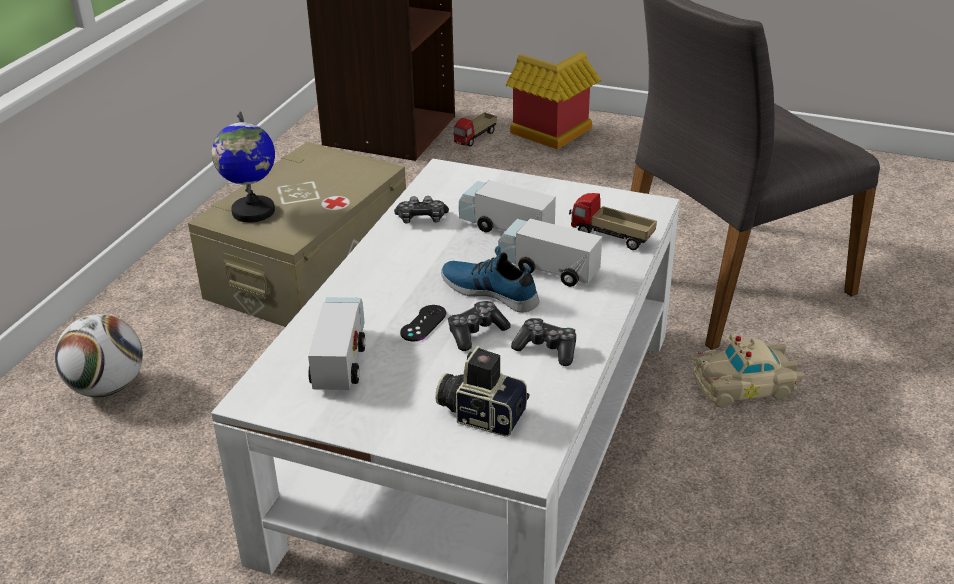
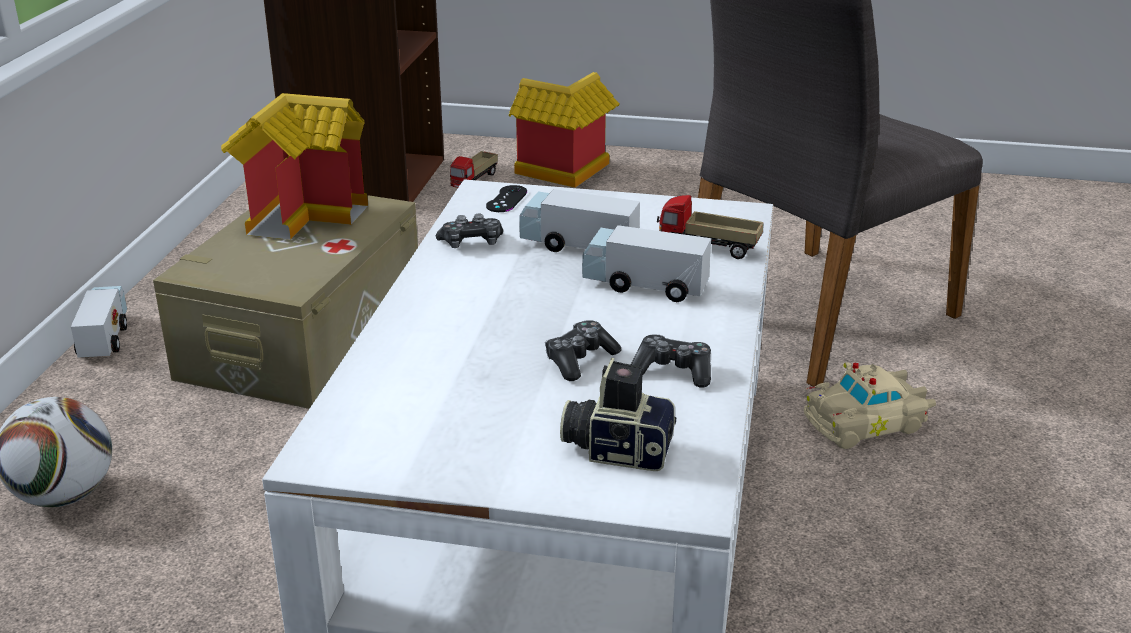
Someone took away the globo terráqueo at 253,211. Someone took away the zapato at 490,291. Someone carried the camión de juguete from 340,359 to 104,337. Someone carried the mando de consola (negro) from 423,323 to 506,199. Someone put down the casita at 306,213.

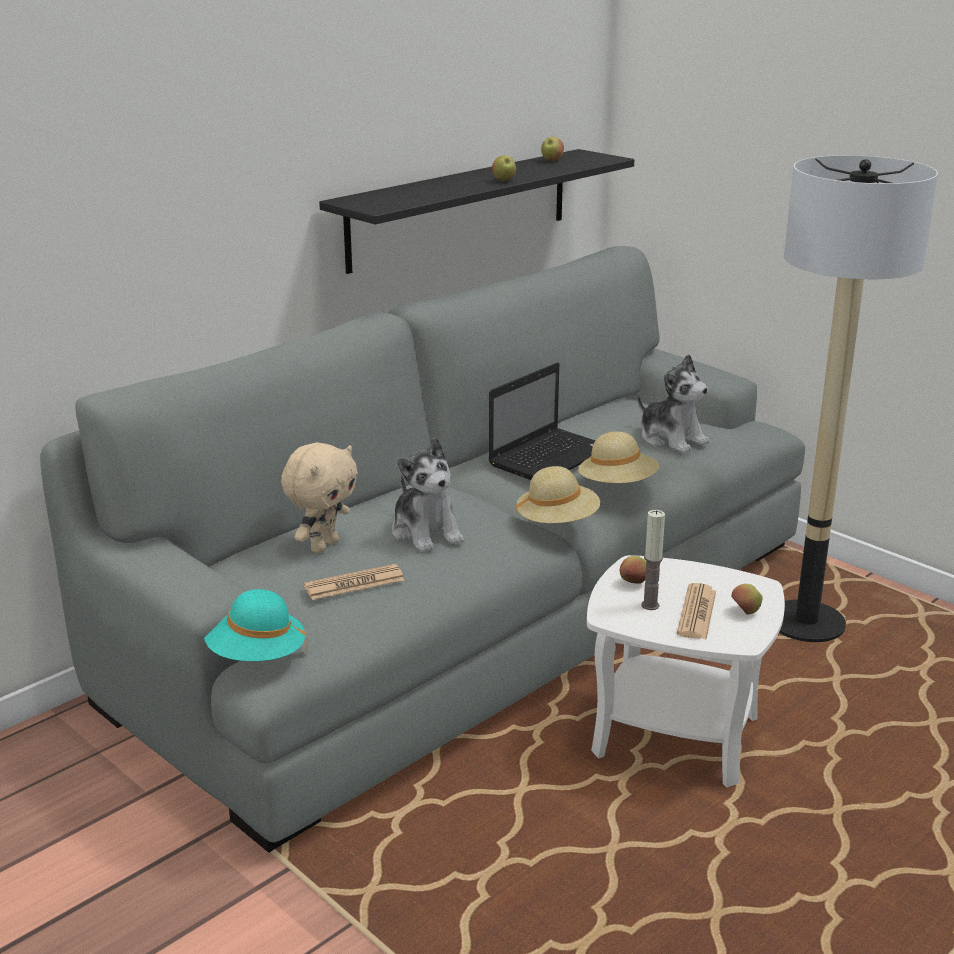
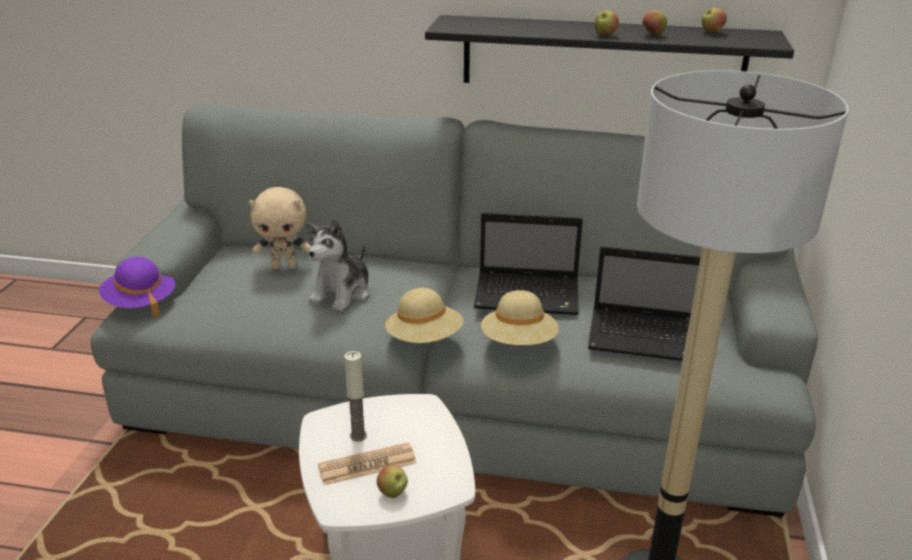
Someone swapped the peluche at 671,439 for the portátil at 648,337. Someone carried the manzana from 633,583 to 653,35. Someone took away the periódico at 354,583. Someone repainted the sombrero (turquesa) at 256,656, which became the sombrero (morado) at 140,302.

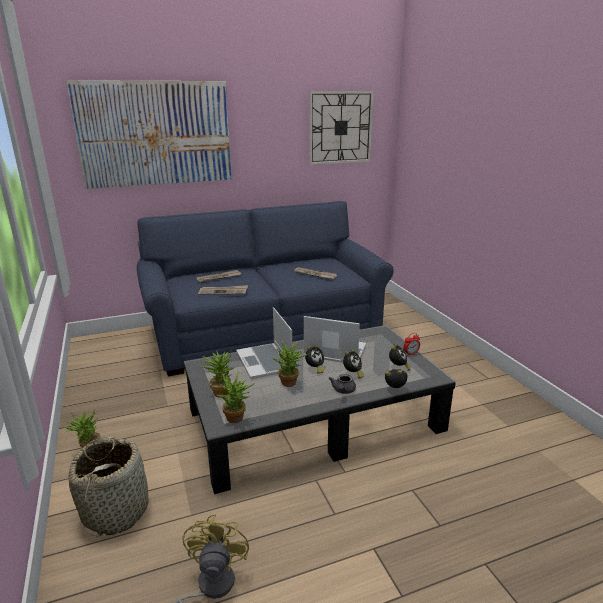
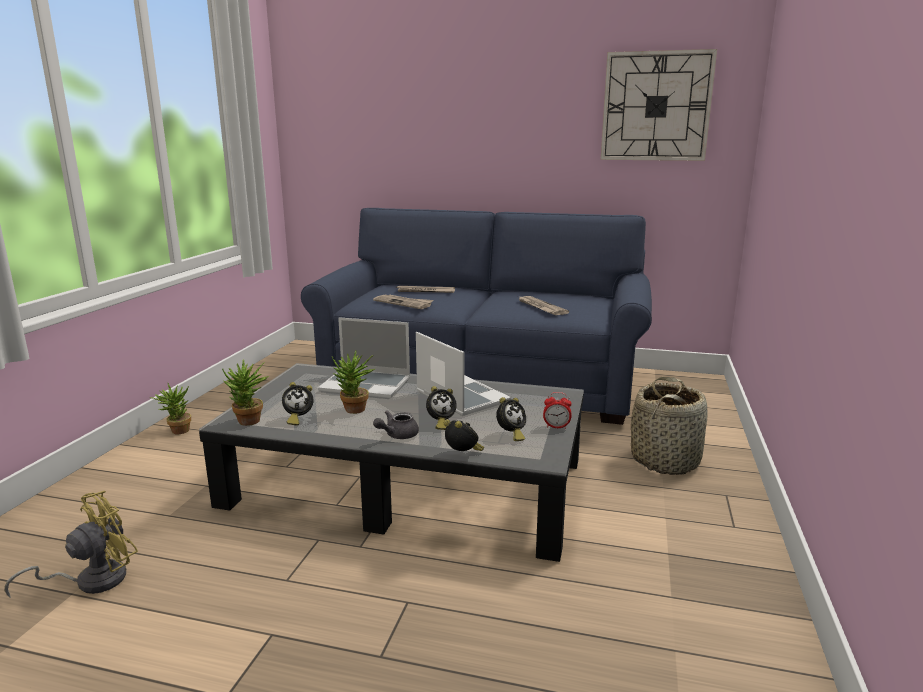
Someone took away the cuadro at 155,134. Someone rotated the portátil at 265,362 by 90 degrees counterclockwise. Someone carried the despertador from 314,369 to 298,419. Someone took away the planta en maceta at 220,391. Someone carried the cesta from 116,510 to 665,460.

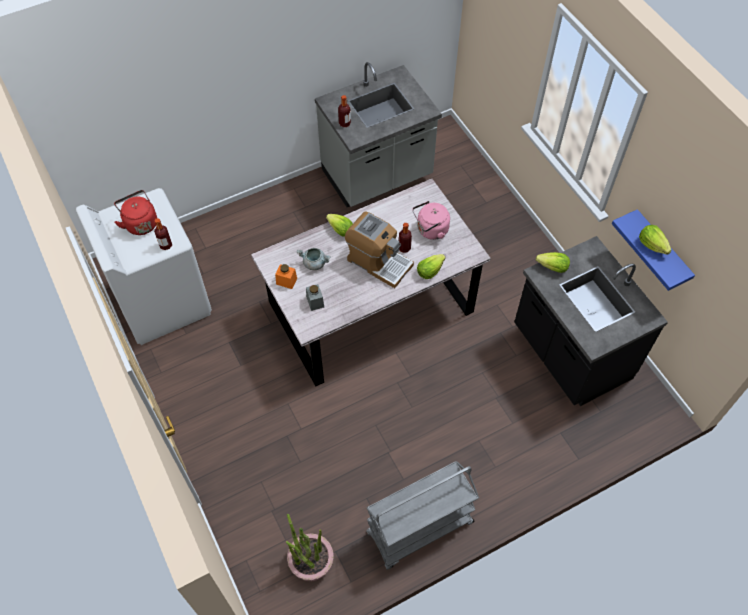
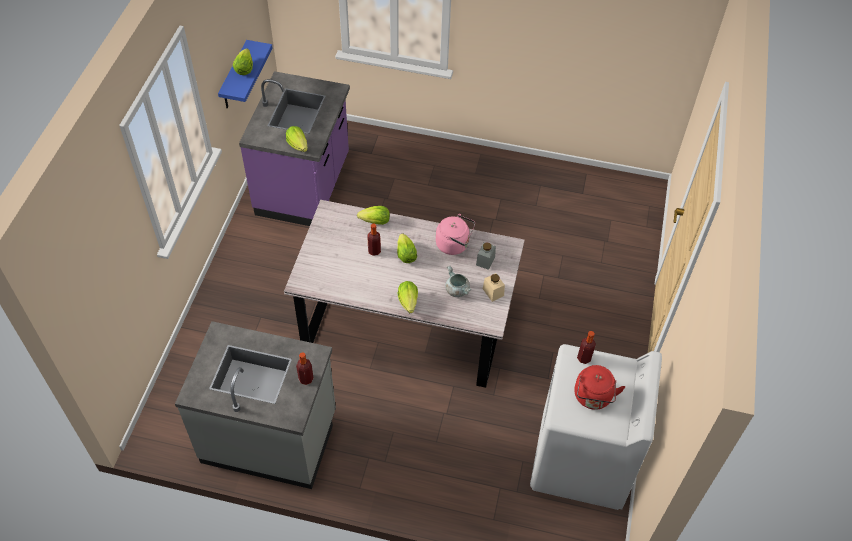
Someone carried the hervidor (rosa) from 430,230 to 454,244. Someone swapped the cafetera at 378,262 for the lechuga at 405,255. Someone repainted the mueble bajo de cocina (negro) at 570,354, which became the mueble bajo de cocina (morado) at 304,186. Someone repainted the tarro (naranja) at 286,281, which became the tarro (beis) at 493,292. Someone took away the carrito (gris) at 419,529. Someone took away the planta en maceta at 311,561.

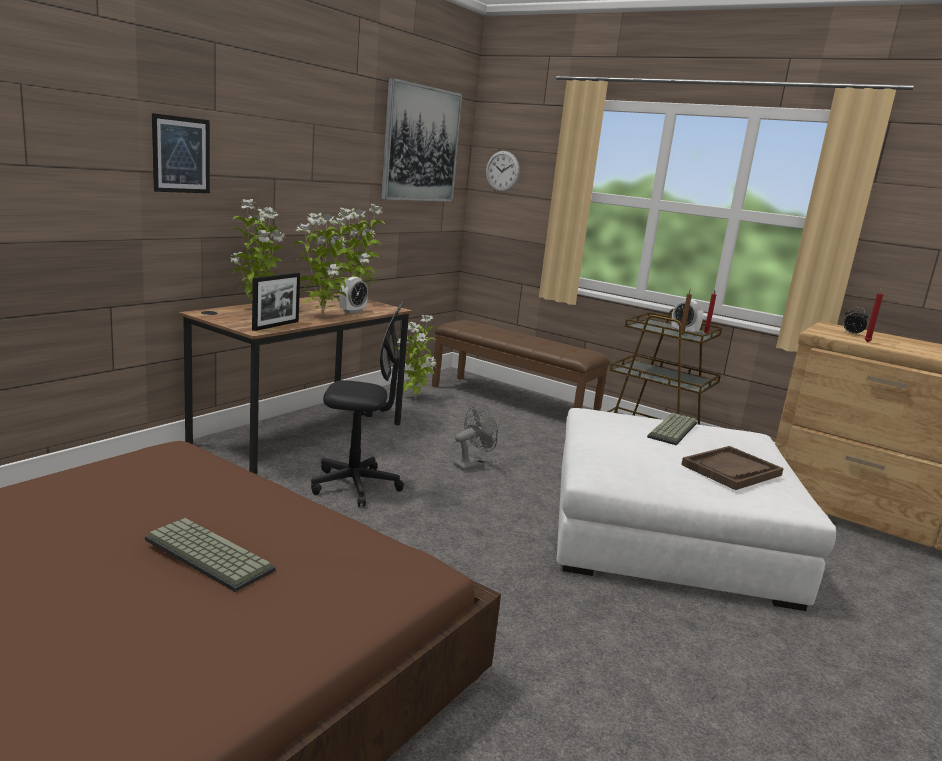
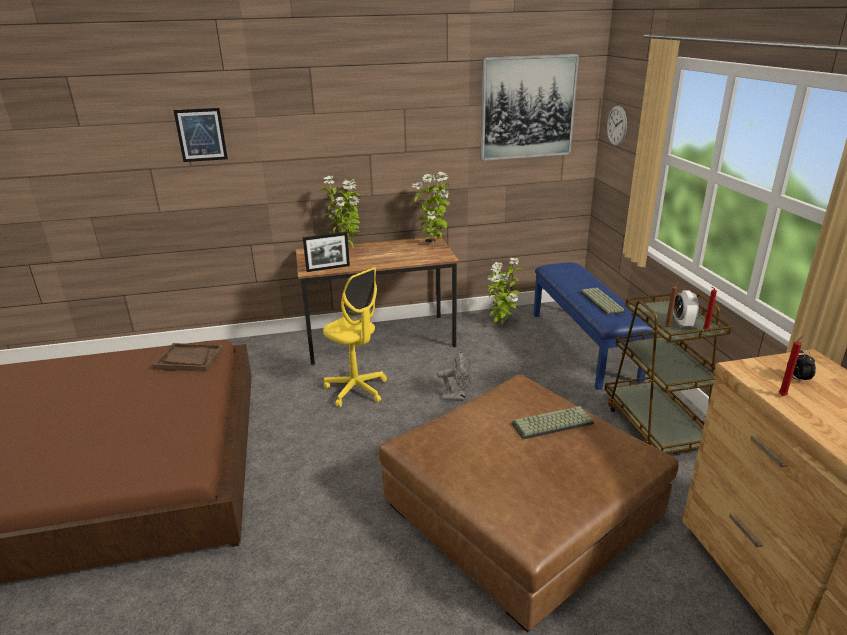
Someone carried the cuadro from 181,155 to 201,135. Someone took away the planta en maceta at 322,317. Someone took away the despertador at 352,311. Someone repainted the silla de oficina (negro) at 355,486, which became the silla de oficina (amarillo) at 356,390. Someone repainted the banco (marrón) at 513,402, which became the banco (azul) at 584,346. Someone repainted the puf (blanco) at 666,533, which became the puf (marrón) at 521,510. Someone carried the bandeja (marrón) from 731,470 to 189,359. Someone carried the teclado from 205,555 to 600,302.

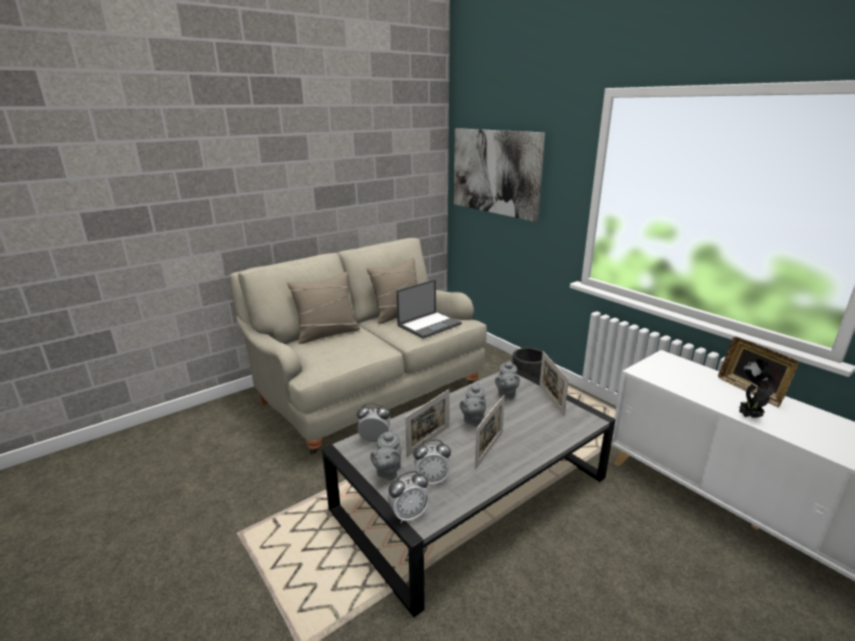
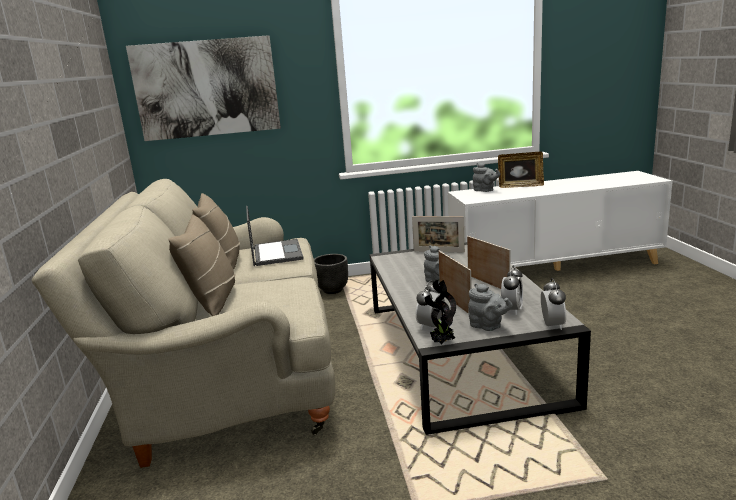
Someone carried the planta en maceta from 748,417 to 442,342. Someone carried the tetera (gris) from 506,394 to 485,190.

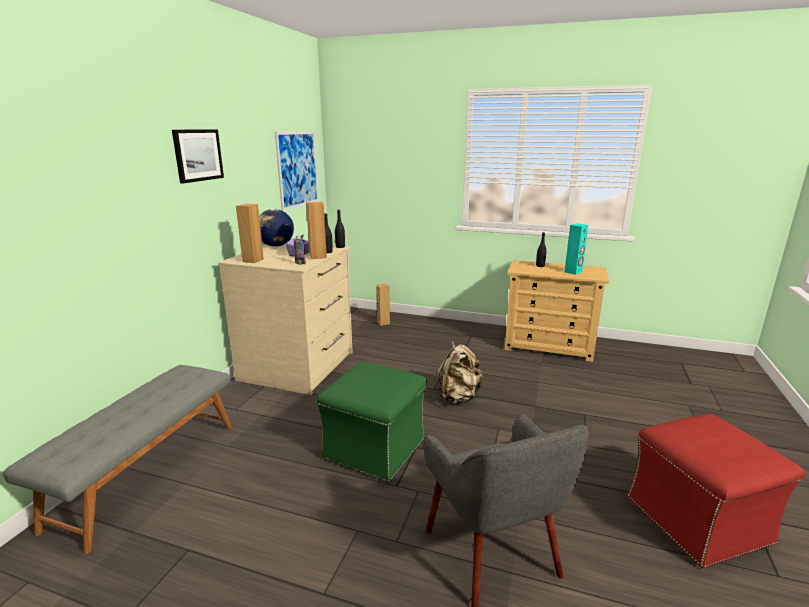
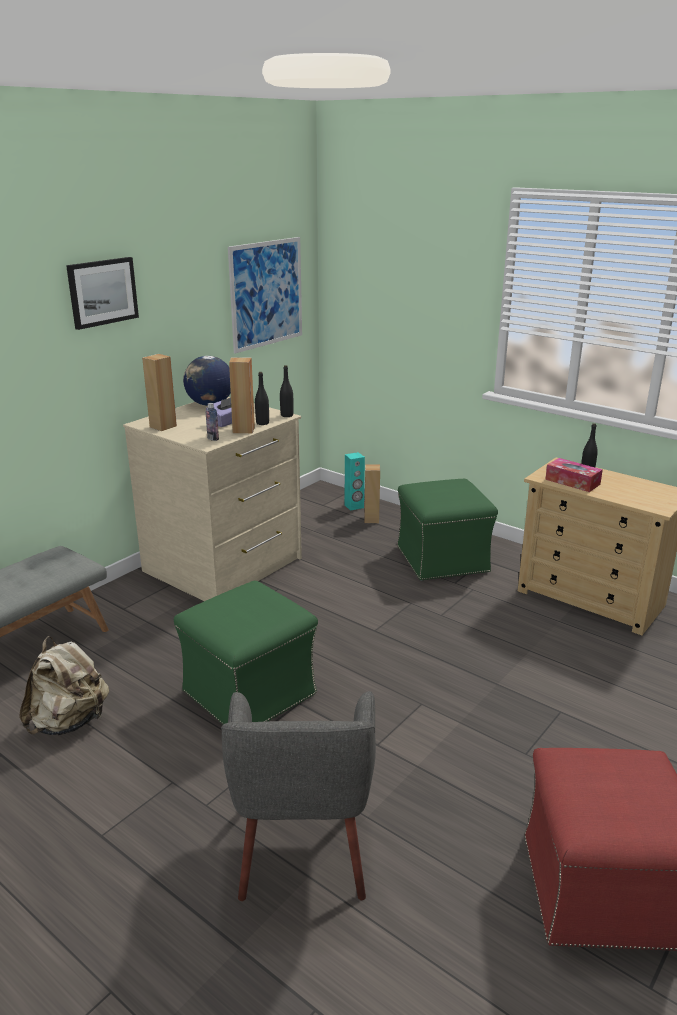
Someone carried the altavoz (turquesa) from 573,272 to 354,506. Someone carried the mochila (beis) from 458,397 to 69,722. Someone put down the caja de pañuelos at 572,482. Someone put down the puf (verde) at 442,560.

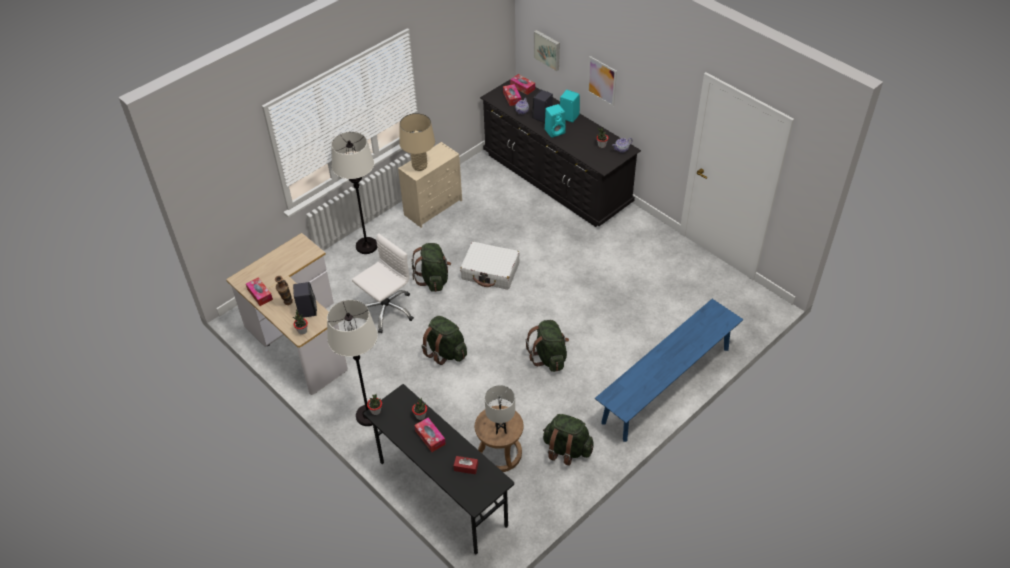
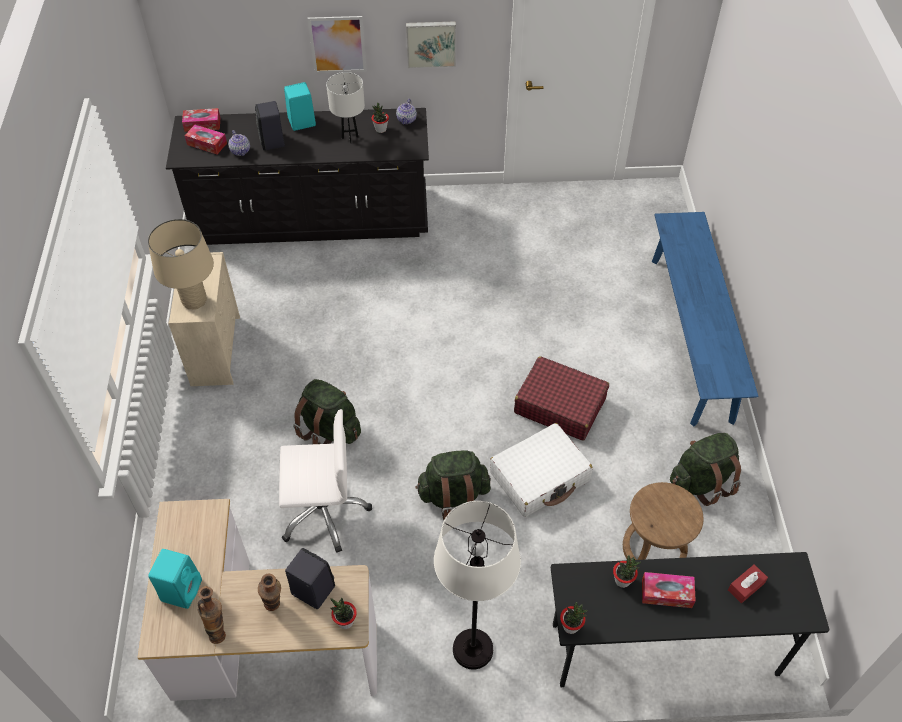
Someone carried the cuadro from 547,49 to 431,43. Someone carried the altavoz (turquesa) from 555,131 to 182,589. Someone took away the lámpara de pie (blanco) at 366,246. Someone rotated the silla de oficina (blanco) at 386,310 by 90 degrees clockwise. Someone carried the maleta (blanco) from 490,271 to 540,477. Someone swapped the caja de pañuelos at 260,294 for the florero at 219,631. Someone swapped the mochila (verde) at 549,357 for the maleta (rojo) at 559,405. Someone carried the lámpara de mesa (blanco) from 500,429 to 350,137.

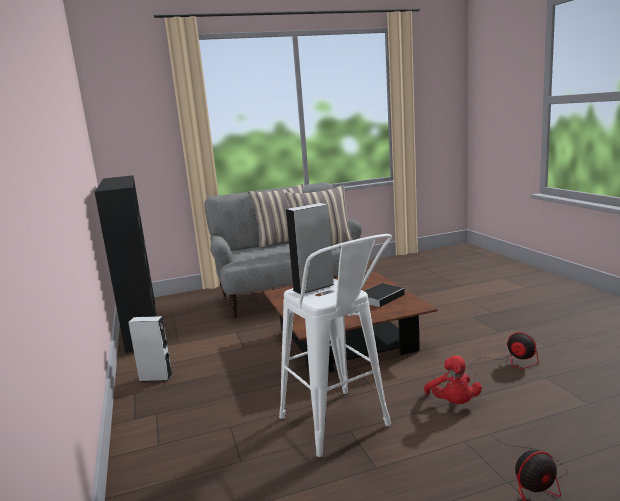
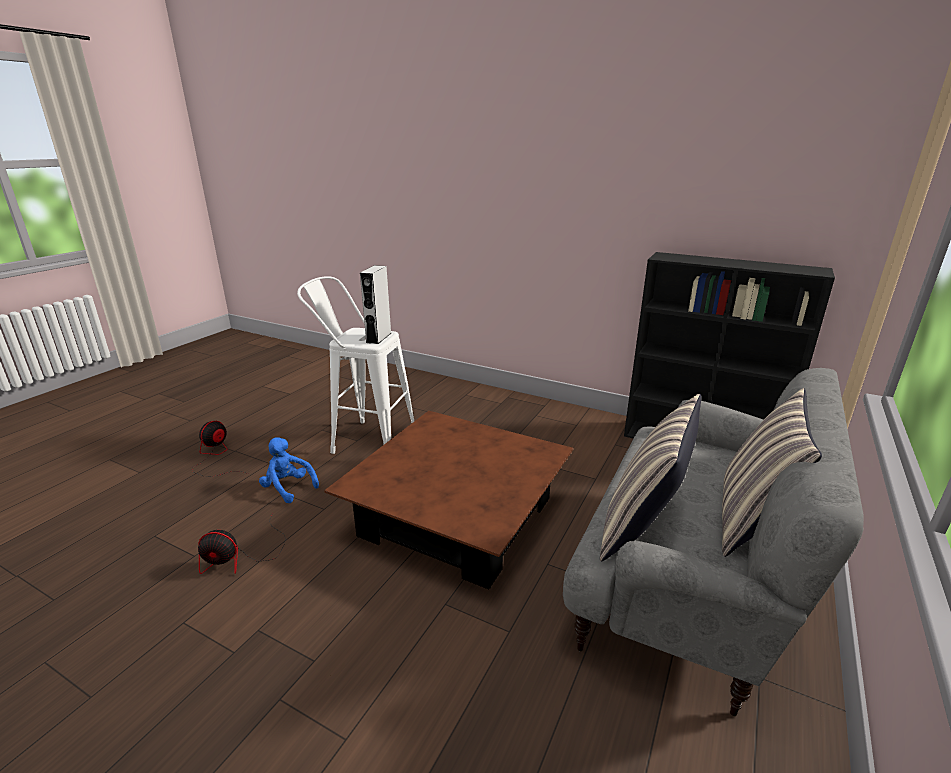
Someone took away the libro at 381,297. Someone took away the altavoz (gris) at 155,378. Someone repainted the peluche (rojo) at 453,403, which became the peluche (azul) at 288,488.

